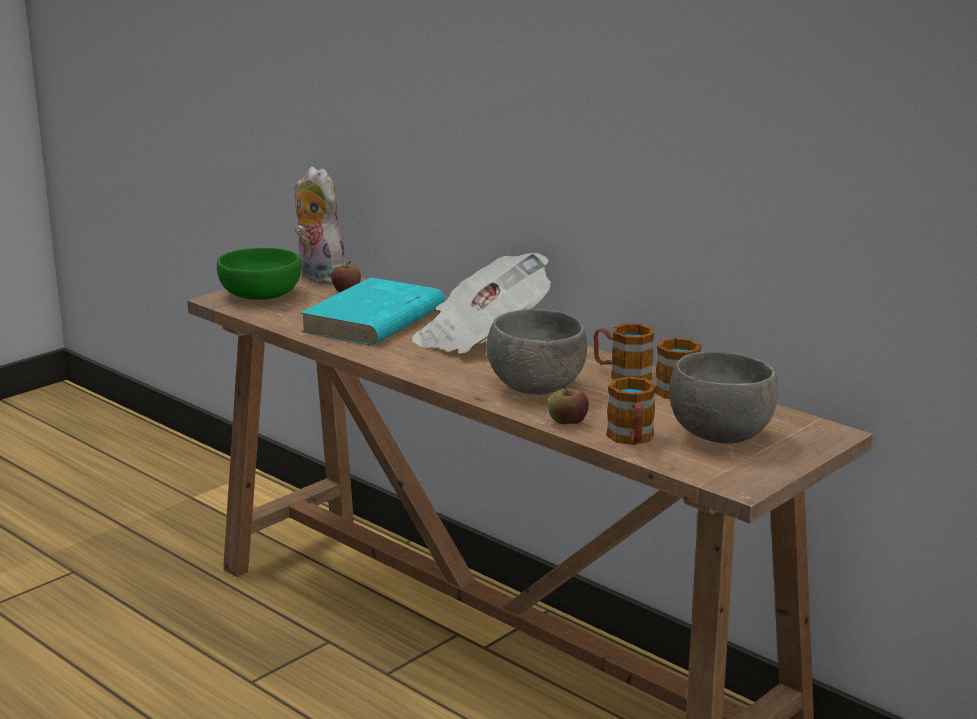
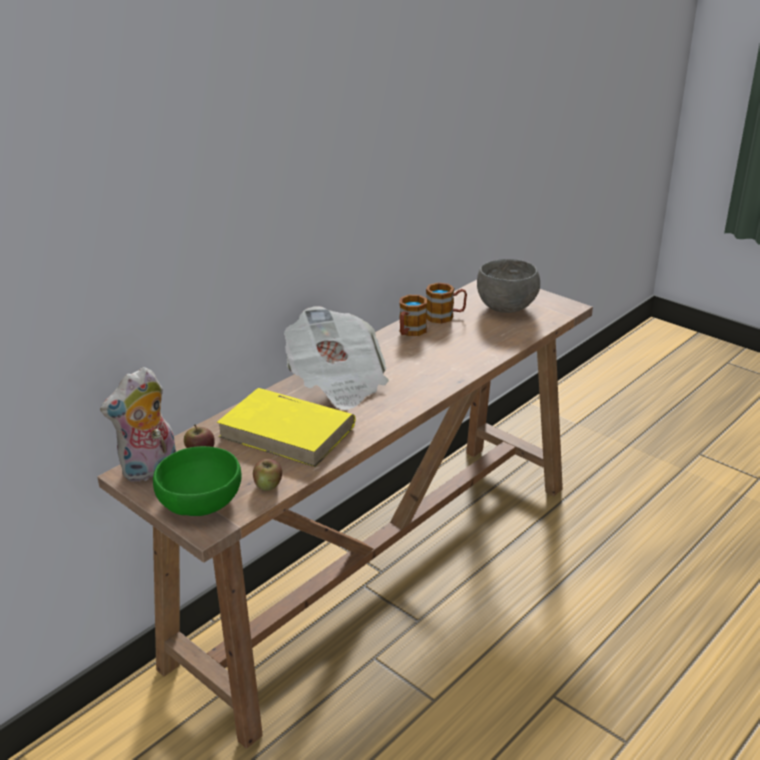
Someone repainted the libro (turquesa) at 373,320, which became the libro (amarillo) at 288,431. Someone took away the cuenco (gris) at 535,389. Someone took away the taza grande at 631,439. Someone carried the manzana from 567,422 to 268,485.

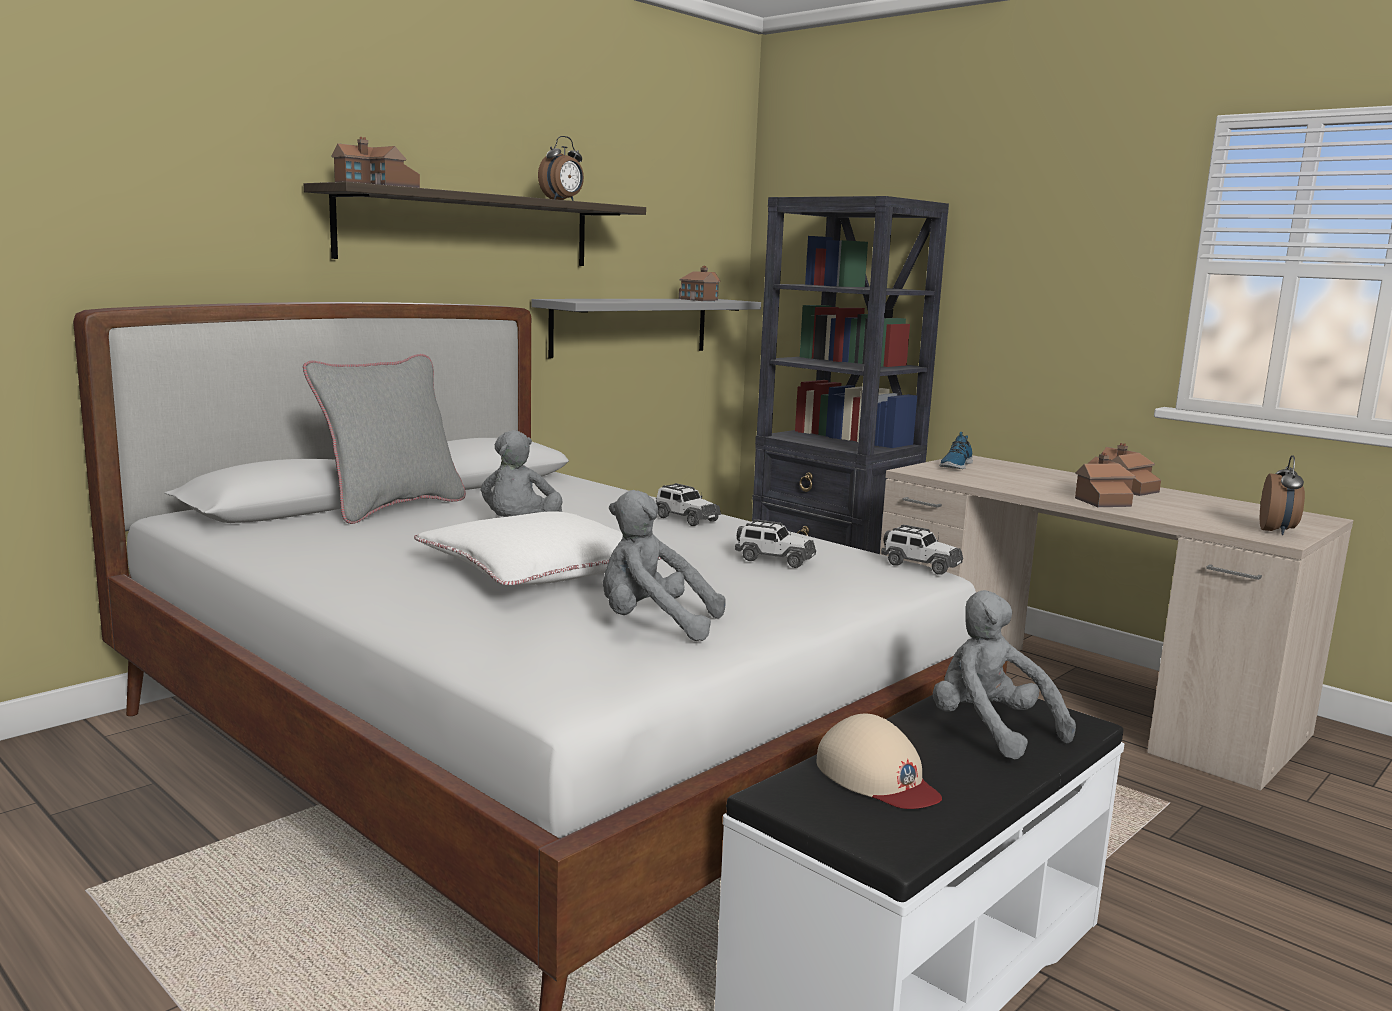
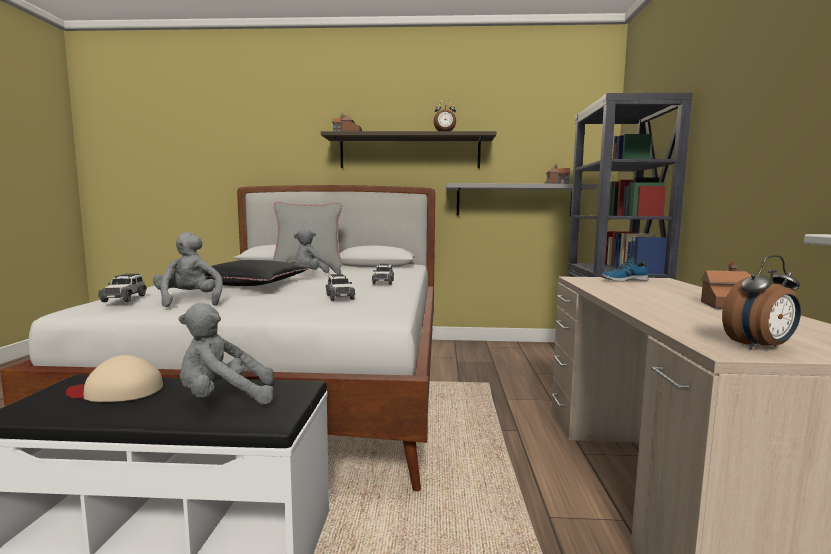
Someone took away the casita at 1100,499. Someone repainted the cojín (blanco) at 541,569, which became the cojín (negro) at 249,283. Someone carried the coche de juguete from 920,565 to 124,298. Someone rotated the peluche (gris) at 989,730 by 120 degrees counterclockwise. Someone rotated the gorra (beis) at 877,777 by 75 degrees clockwise.

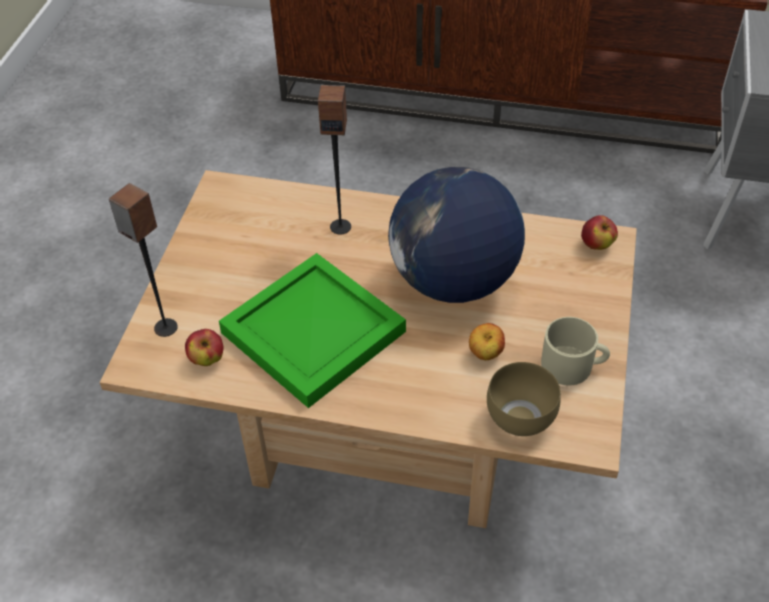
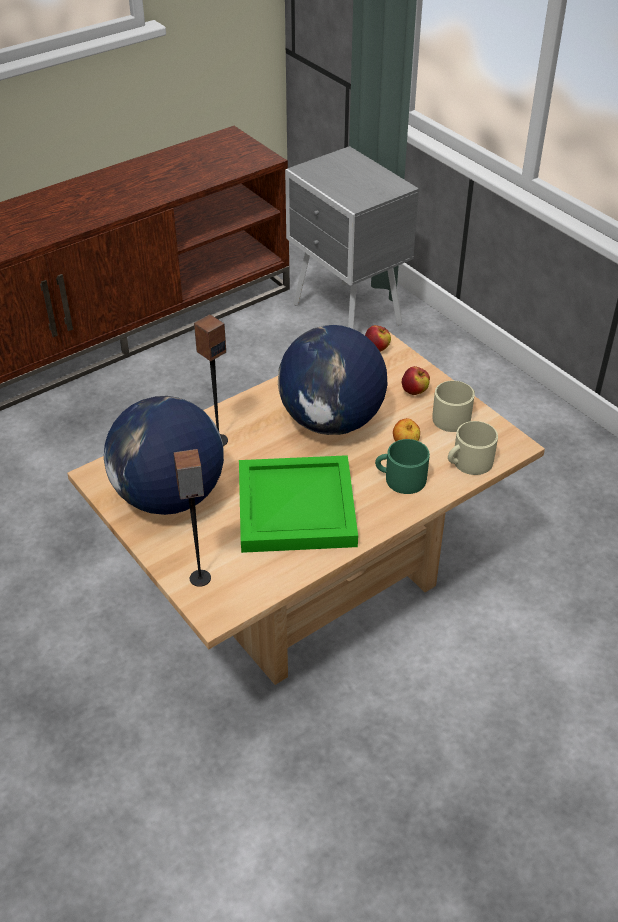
Someone carried the manzana from 207,359 to 414,391. Someone swapped the cuenco (marrón) at 518,419 for the taza grande (beis) at 468,462. Someone put down the globo terráqueo at 169,497. Someone put down the taza grande (verde) at 400,479.

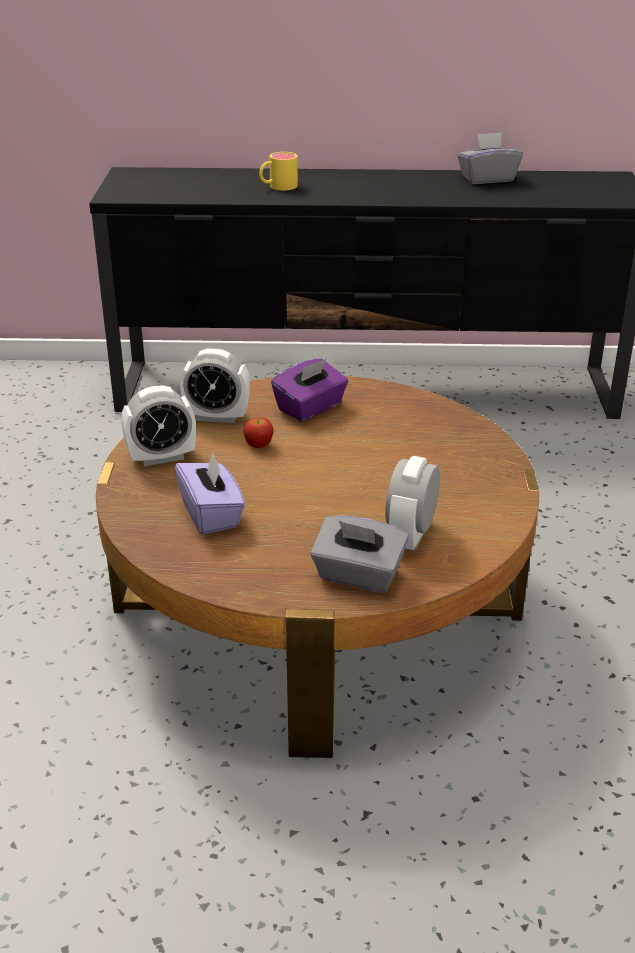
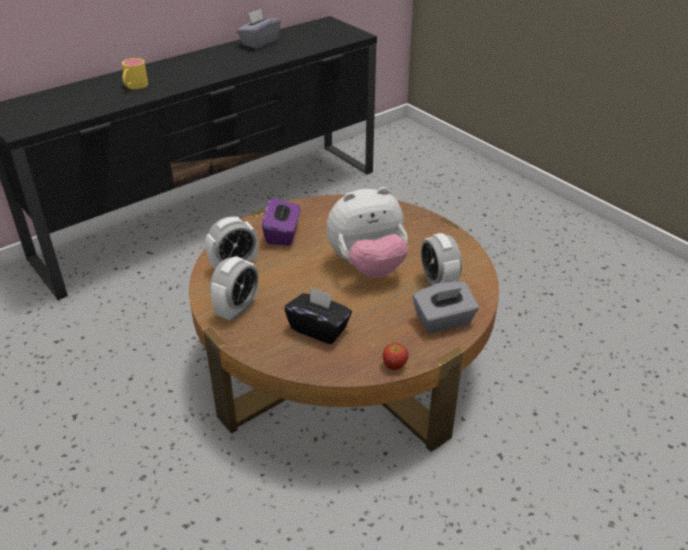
Someone carried the manzana from 259,445 to 394,365. Someone repainted the caja de pañuelos (morado) at 211,514, which became the caja de pañuelos (negro) at 319,329. Someone put down the peluche at 368,266.

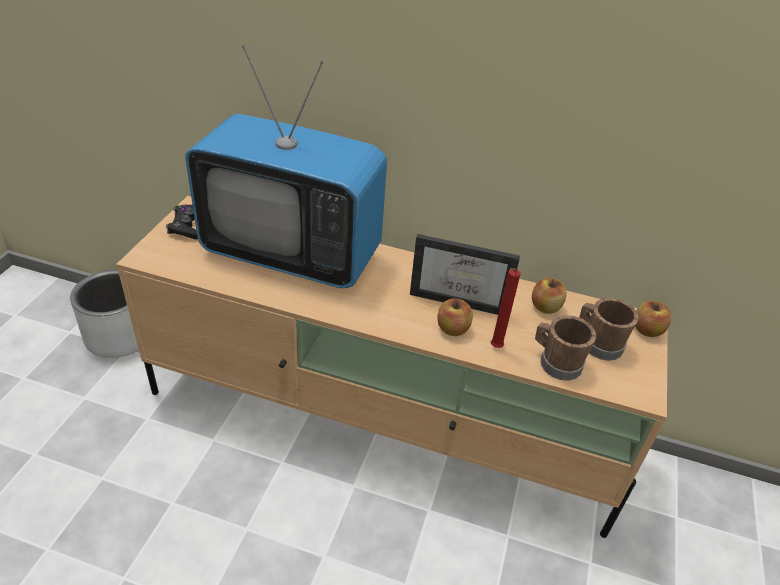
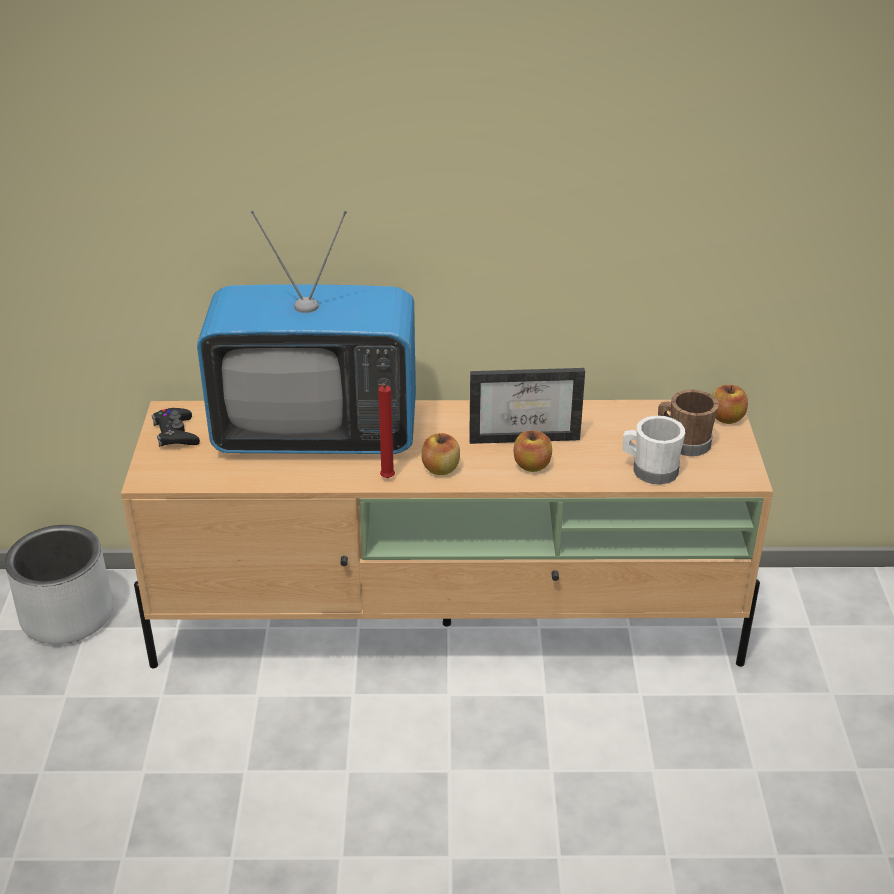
Someone carried the vela (rojo) from 494,348 to 386,479. Someone carried the manzana from 545,307 to 440,469. Someone repainted the taza grande (marrón) at 556,362, which became the taza grande (blanco) at 649,470.

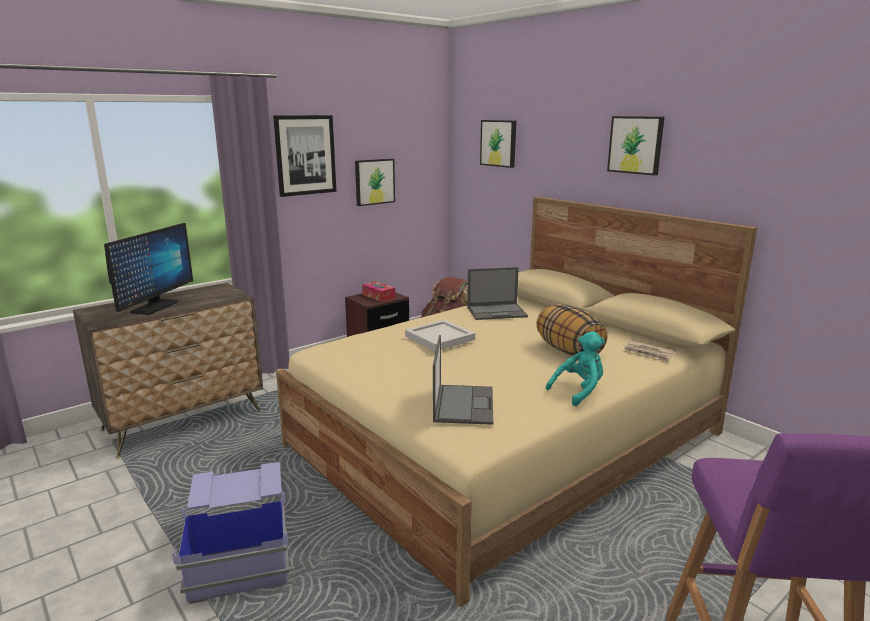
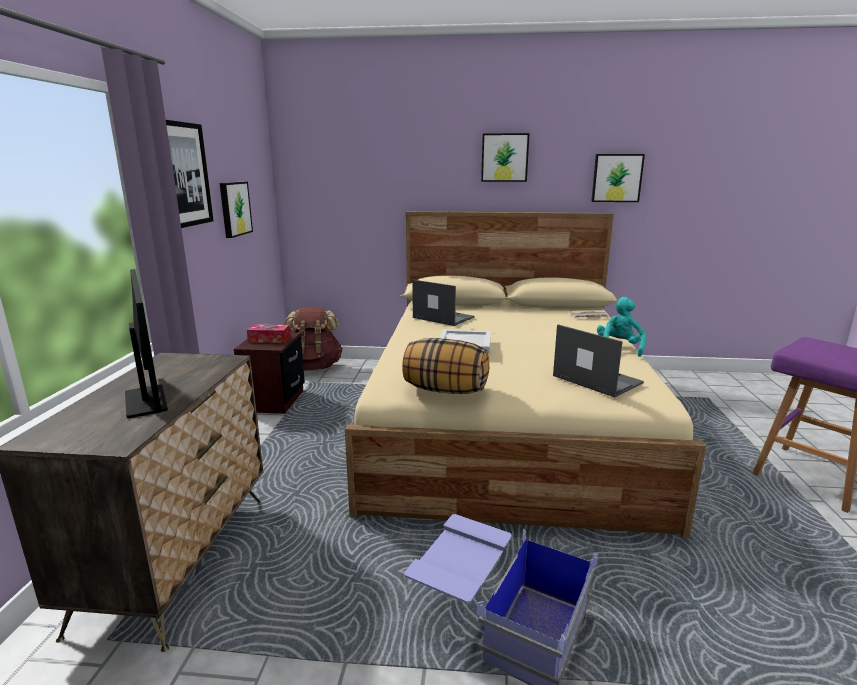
Someone carried the cuadro from 499,143 to 616,178. Someone rotated the portátil at 497,312 by 90 degrees counterclockwise. Someone carried the cojín from 568,351 to 445,390.

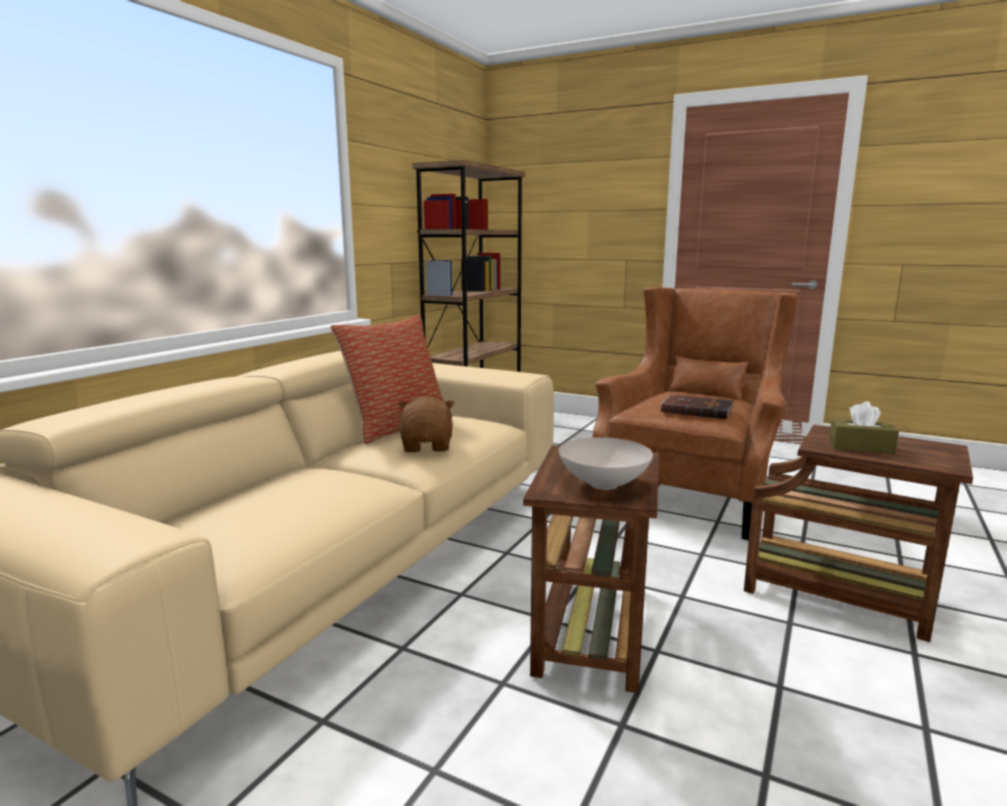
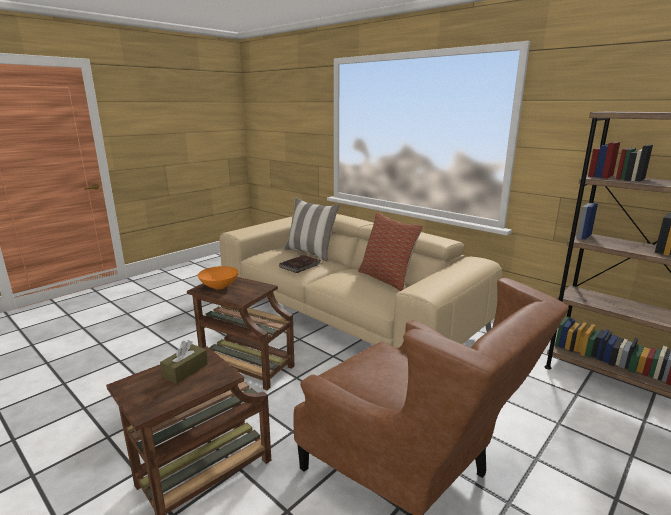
Someone carried the libro (marrón) from 696,409 to 301,265. Someone took away the peluche (marrón) at 427,446. Someone repainted the cuenco (blanco) at 602,484, which became the cuenco (naranja) at 219,286. Someone put down the cojín at 311,253.

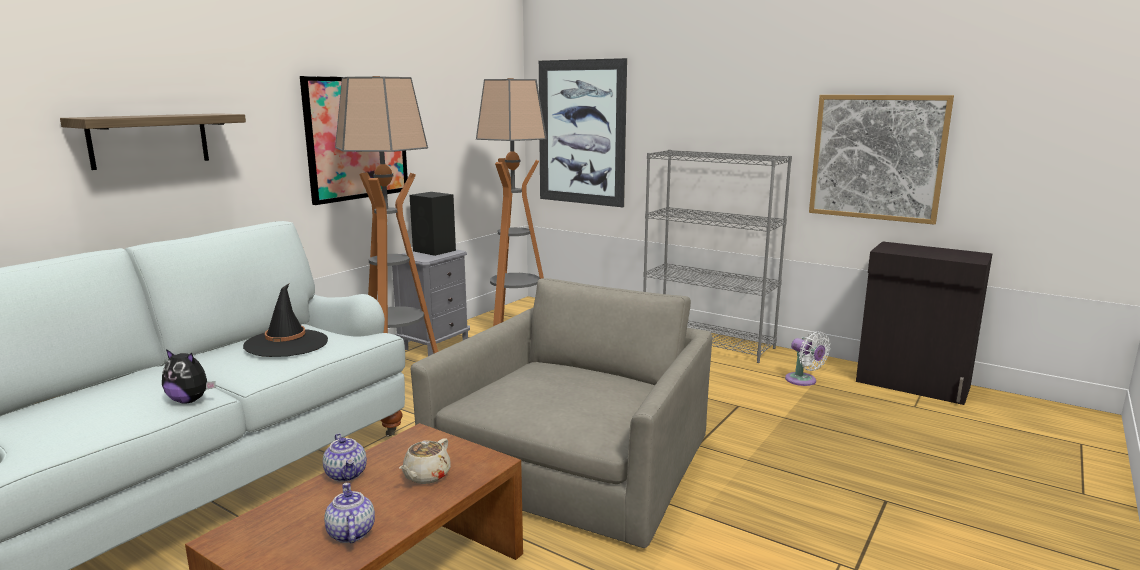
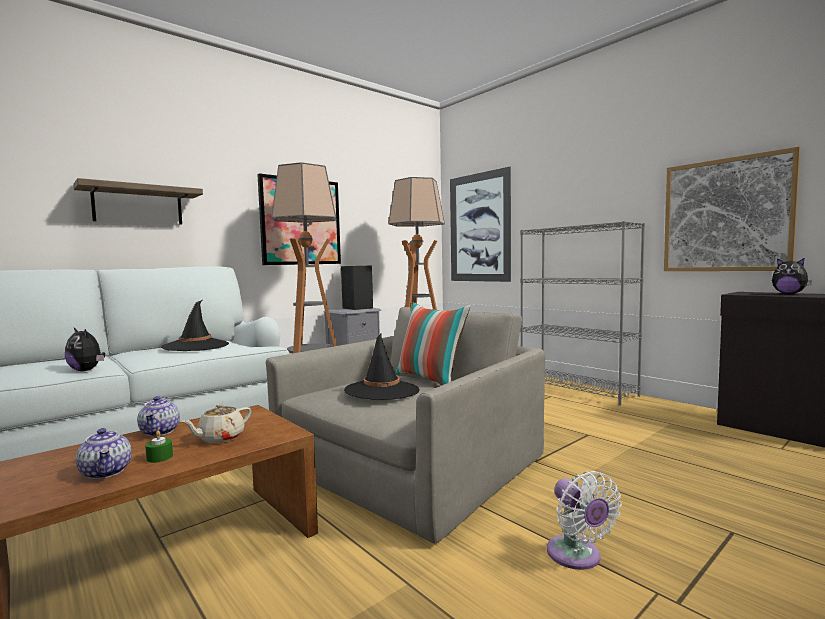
Someone carried the ventilador (blanco) from 803,381 to 577,557. Someone rotated the tetera at 350,533 by 150 degrees clockwise. Someone put down the peluche at 789,294. Someone put down the cojín at 430,380. Someone put down the sombrero (negro) at 382,391. Someone put down the vela (verde) at 159,457.

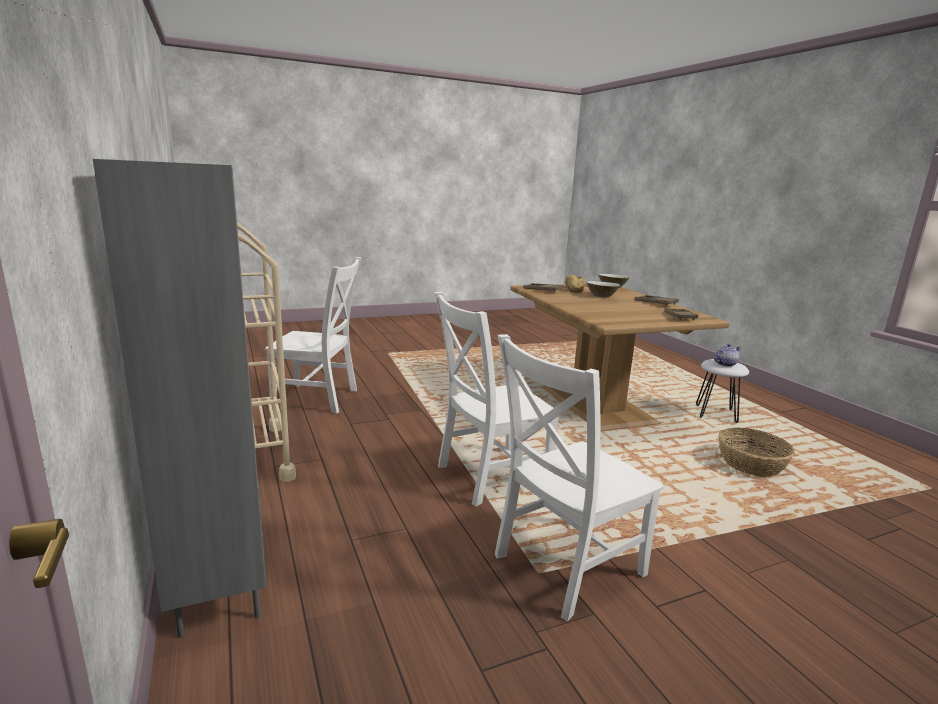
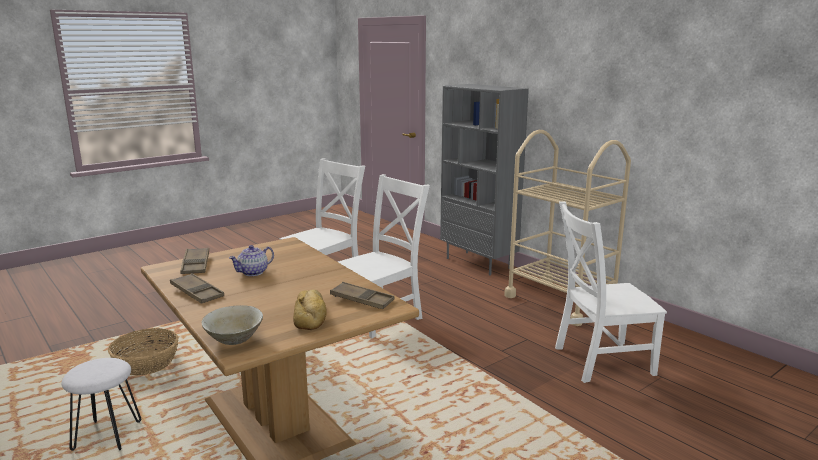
Someone took away the cuenco (beis) at 601,296. Someone carried the tetera from 725,364 to 253,272.

